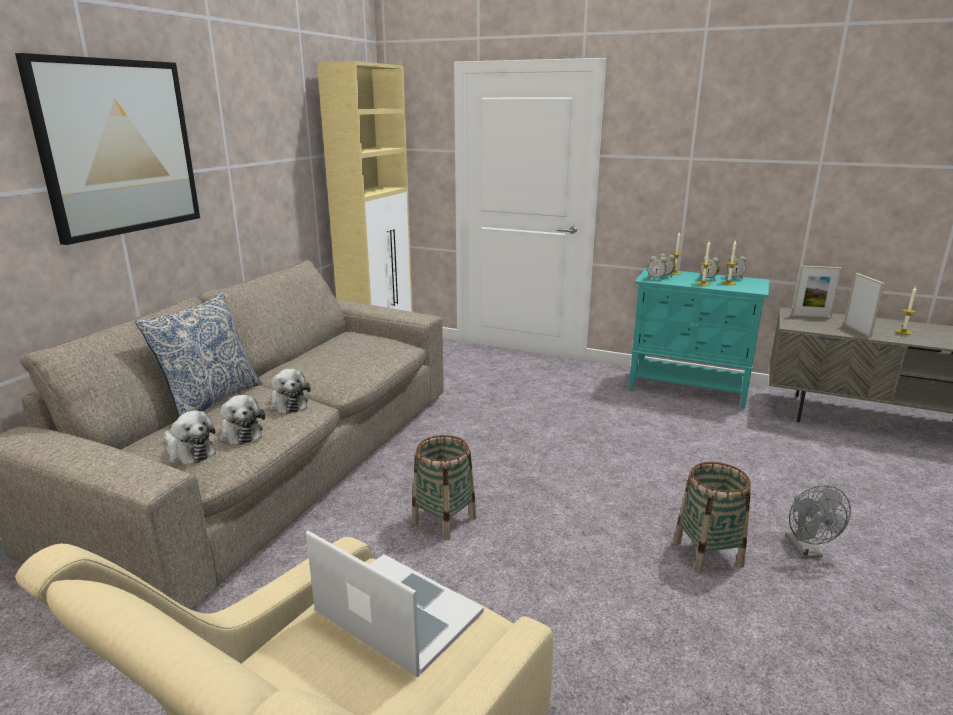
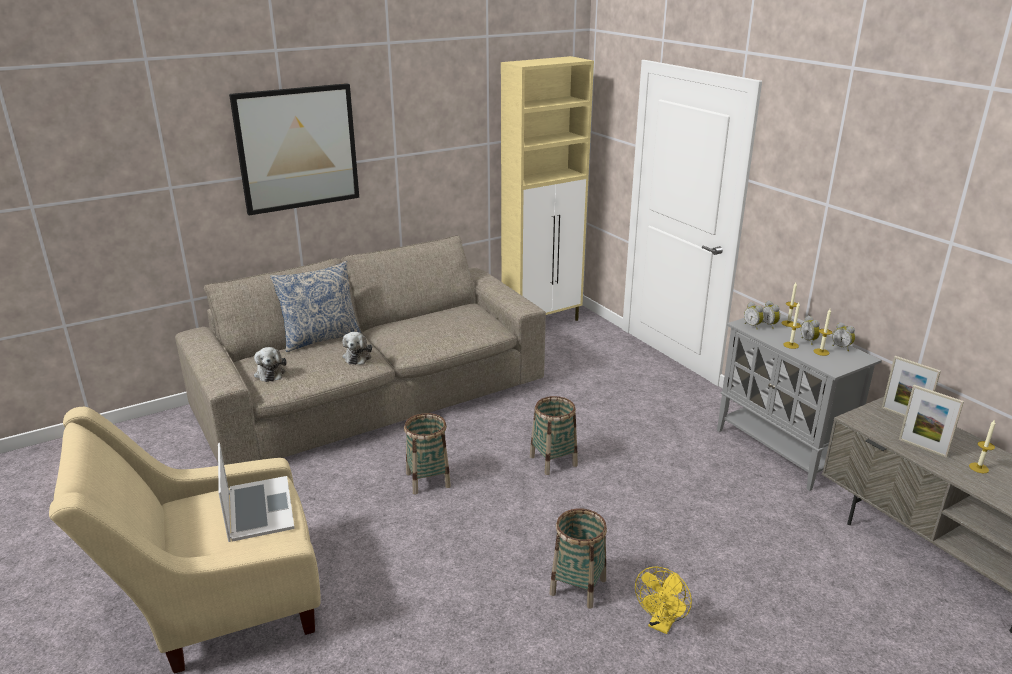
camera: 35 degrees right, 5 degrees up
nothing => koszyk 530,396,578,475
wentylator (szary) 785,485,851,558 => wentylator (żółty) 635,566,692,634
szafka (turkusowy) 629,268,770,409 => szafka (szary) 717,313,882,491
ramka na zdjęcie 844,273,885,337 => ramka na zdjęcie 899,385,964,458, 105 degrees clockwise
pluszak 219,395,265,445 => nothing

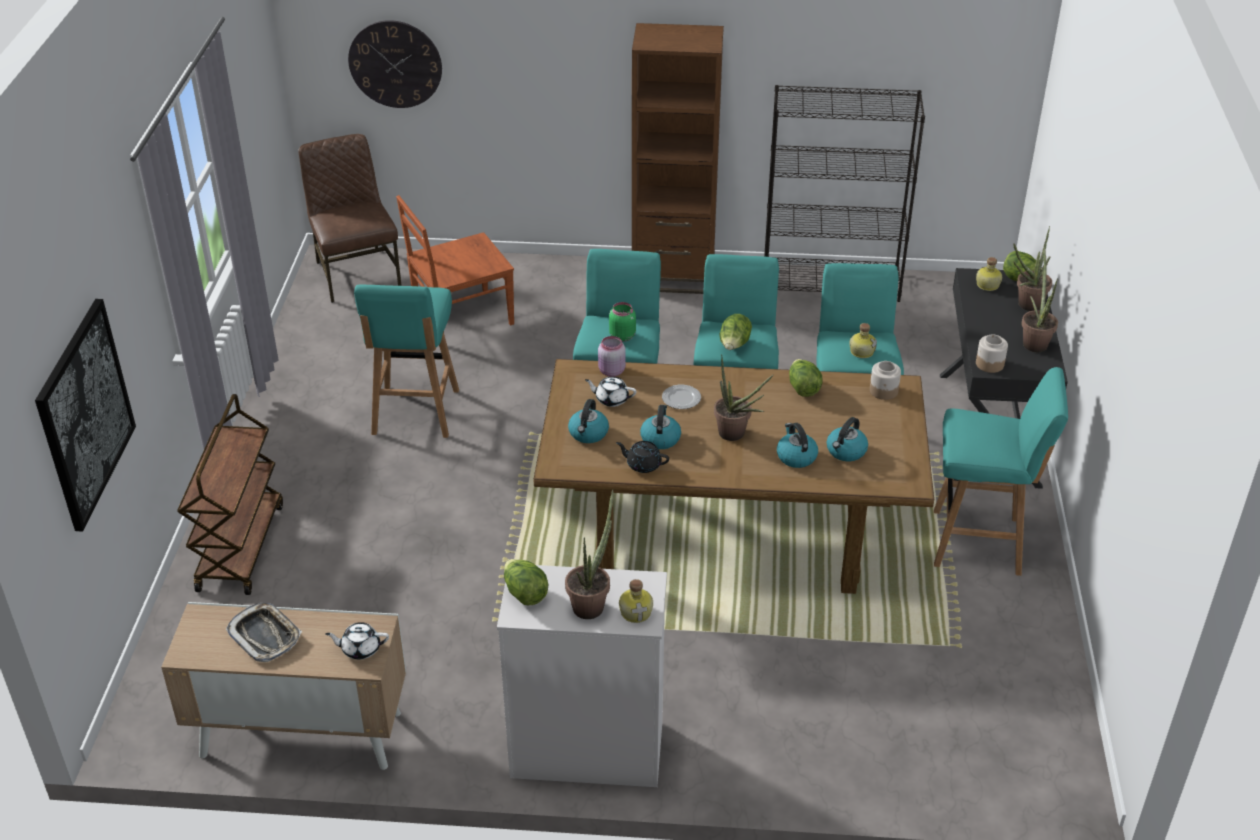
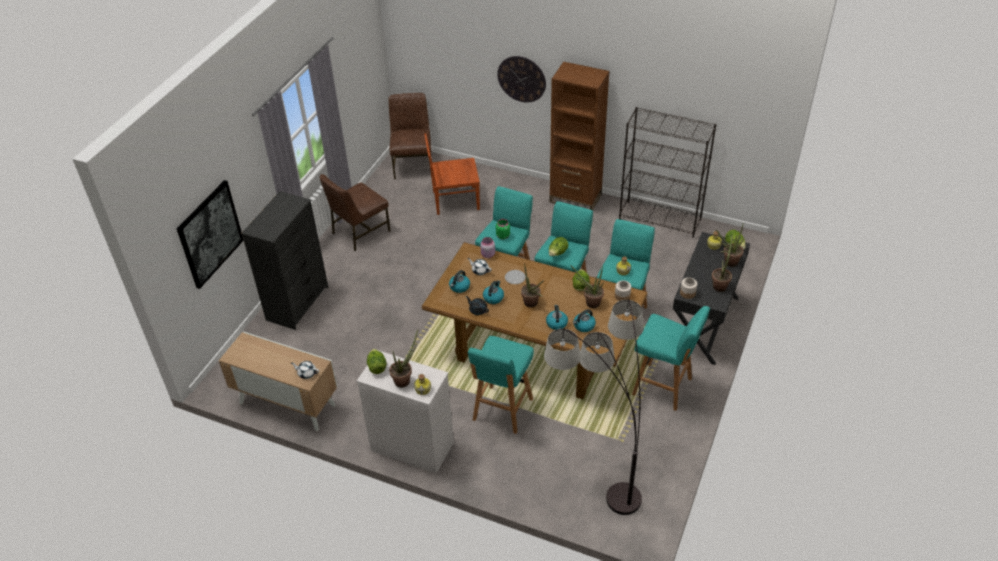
camera: 20 degrees right, 5 degrees up
wózek (brązowy) 177,394,283,595 => komoda (czarny) 241,191,328,330
nothing => krzesło (brązowy) 320,174,391,251
stołek (turkusowy) 354,285,459,438 => stołek (turkusowy) 468,336,534,434, shifted
zegar ścienny 348,20,442,108 => zegar ścienny 497,56,546,103, shifted
nothing => lampa stojąca 544,299,644,515
nothing => roślina doniczkowa 570,265,604,308
taca 226,603,302,662 => nothing

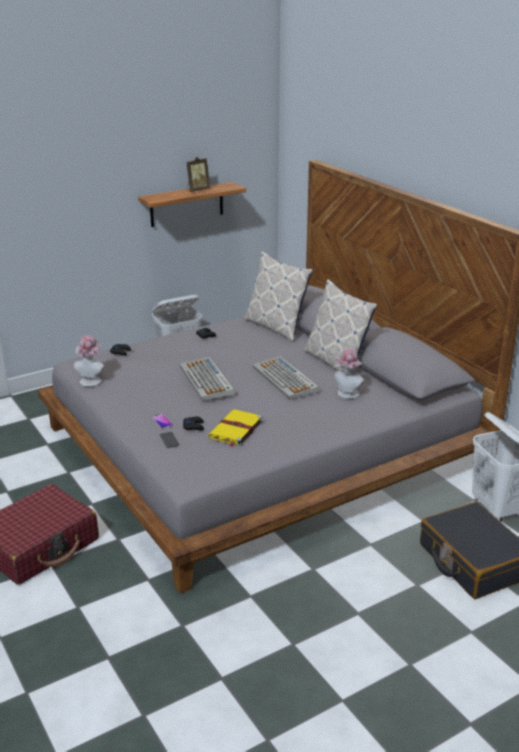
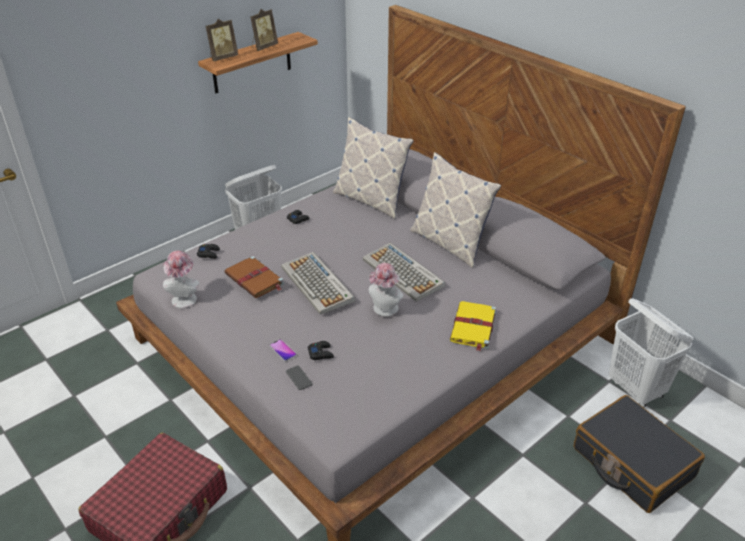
camera: 10 degrees left, 10 degrees up
nothing => ramka na zdjęcie 206,19,238,62
nothing => książka (brązowy) 224,256,284,298
kapelusz 335,349,364,399 => kapelusz 369,263,404,316, shifted
książka (żółty) 208,409,263,447 => książka (żółty) 450,301,496,351, shifted

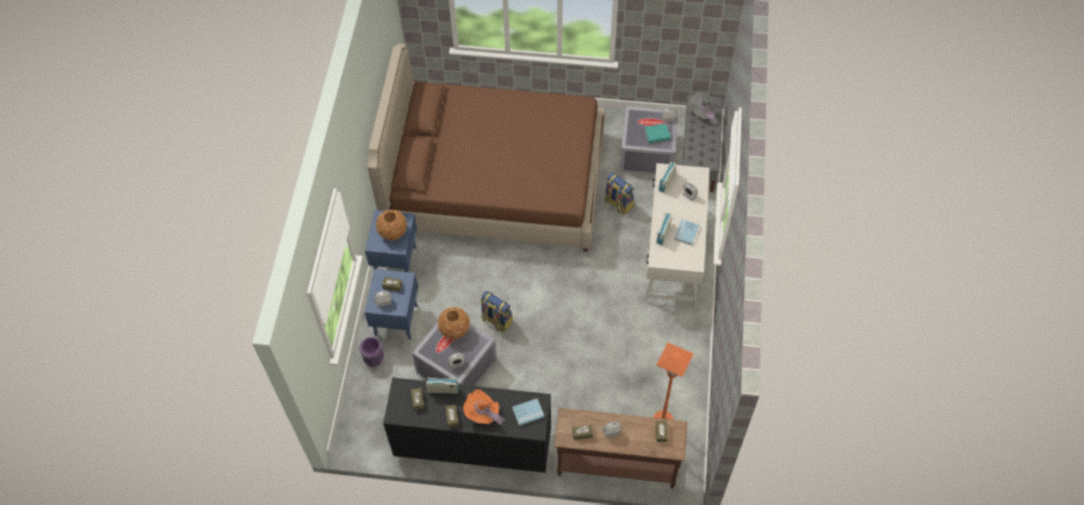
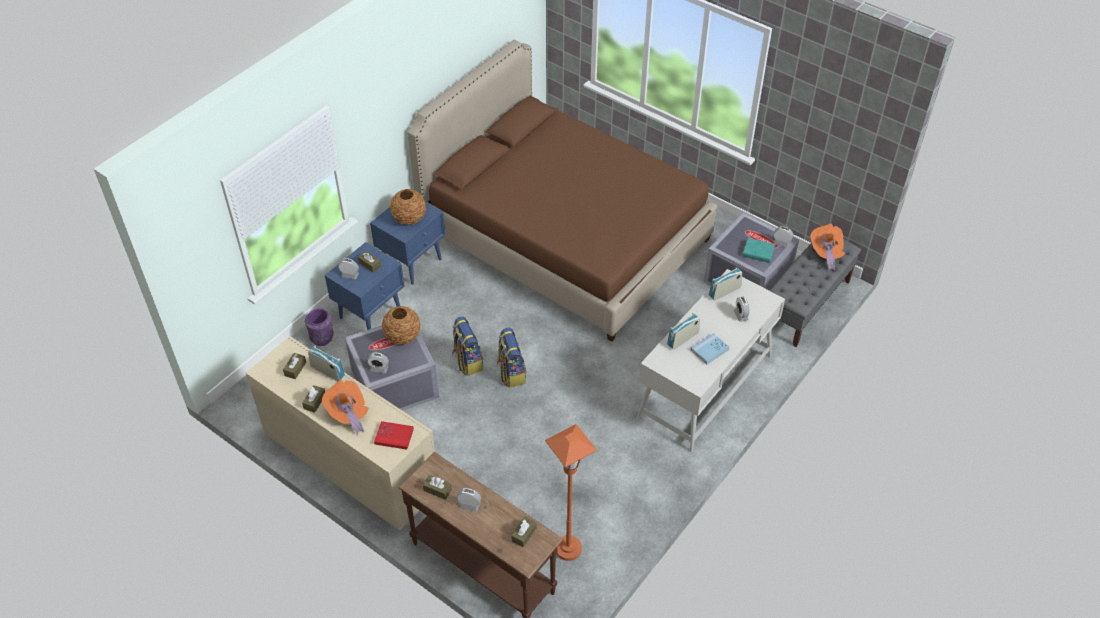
camera: 30 degrees right, 10 degrees down
komoda (czarny) 383,378,551,473 => komoda (beżowy) 246,336,435,531
książka (niebieski) 513,399,544,426 => książka (czerwony) 374,421,414,450
plecak 604,172,634,215 => plecak 497,328,527,388, shifted
kapelusz (szary) 689,90,718,126 => kapelusz (pomarańczowy) 810,224,845,271

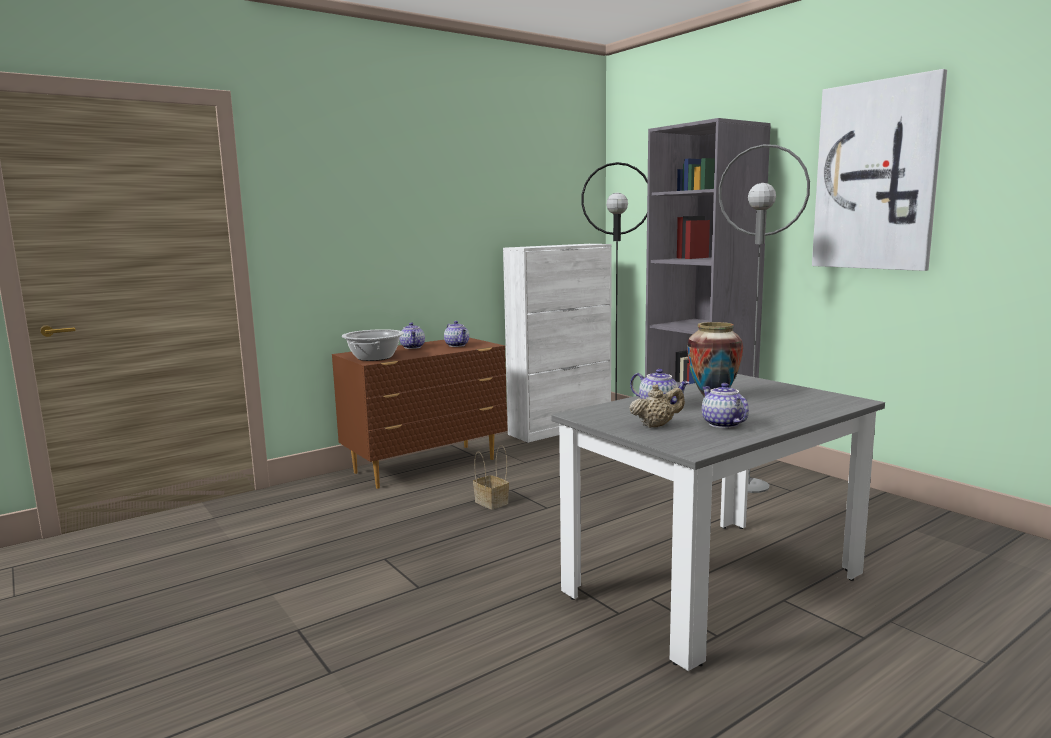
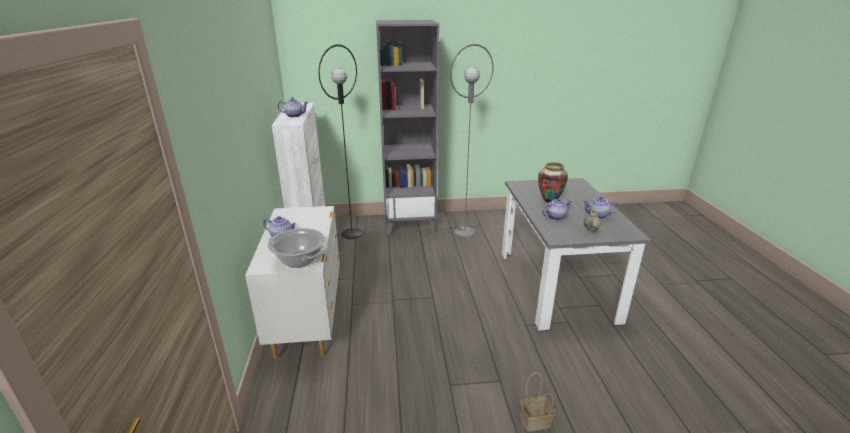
camera: 60 degrees left, 15 degrees up
komoda (brązowy) 332,338,508,489 => komoda (biały) 245,206,340,360
imbryk 444,321,469,347 => imbryk 278,97,309,117, shifted
koszyk 473,445,509,510 => koszyk 520,372,555,432, shifted
obraz 812,69,947,271 => nothing

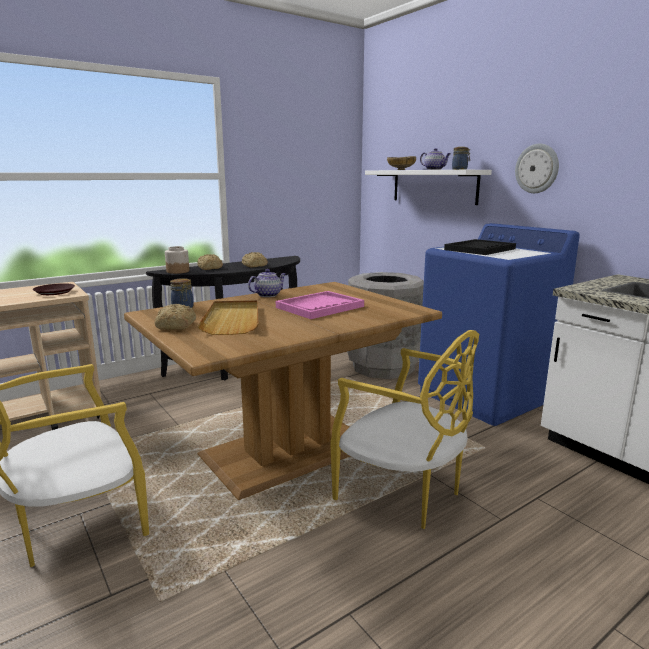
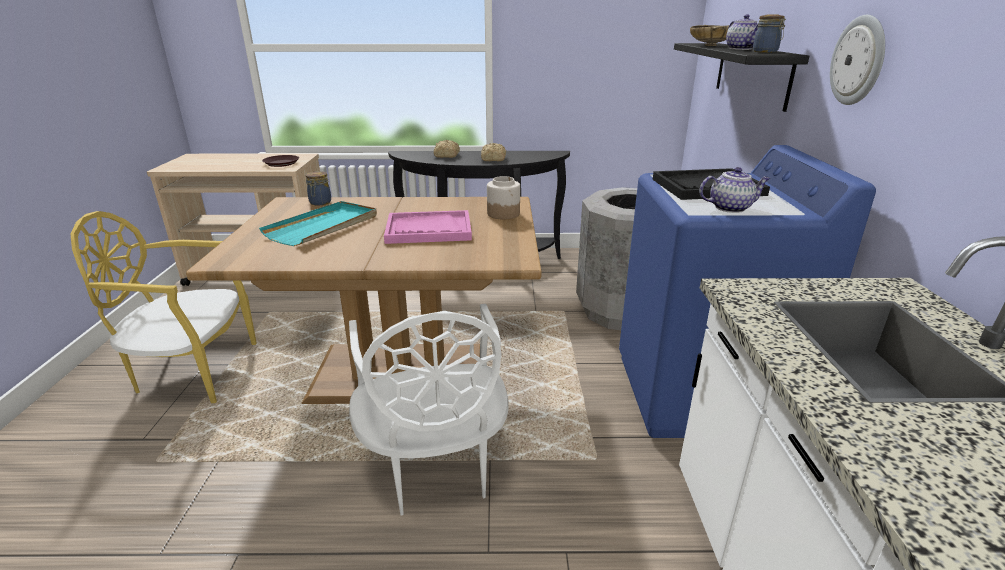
camera: 35 degrees right, 10 degrees up
taca (beżowy) 197,300,258,335 => taca (turkusowy) 259,201,377,246
krzesło (żółty) 330,330,479,529 => krzesło (biały) 349,304,509,516
słoik 165,246,189,274 => słoik 487,176,520,219, shifted
półka (biały) 365,170,492,205 => półka (czarny) 674,43,809,112
imbryk 248,269,286,297 => imbryk 699,167,770,213, shifted
chleb 155,304,196,330 => nothing

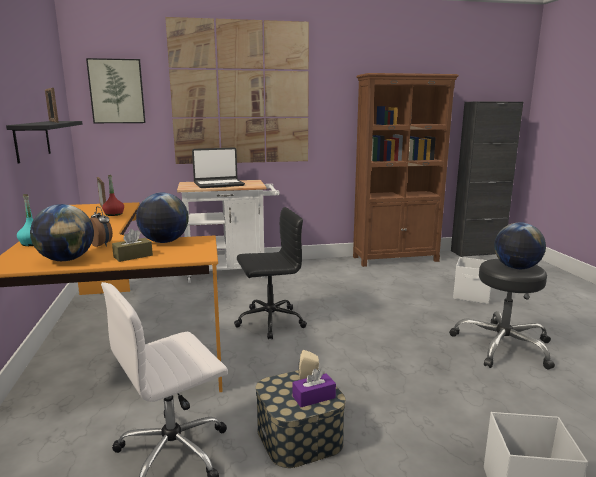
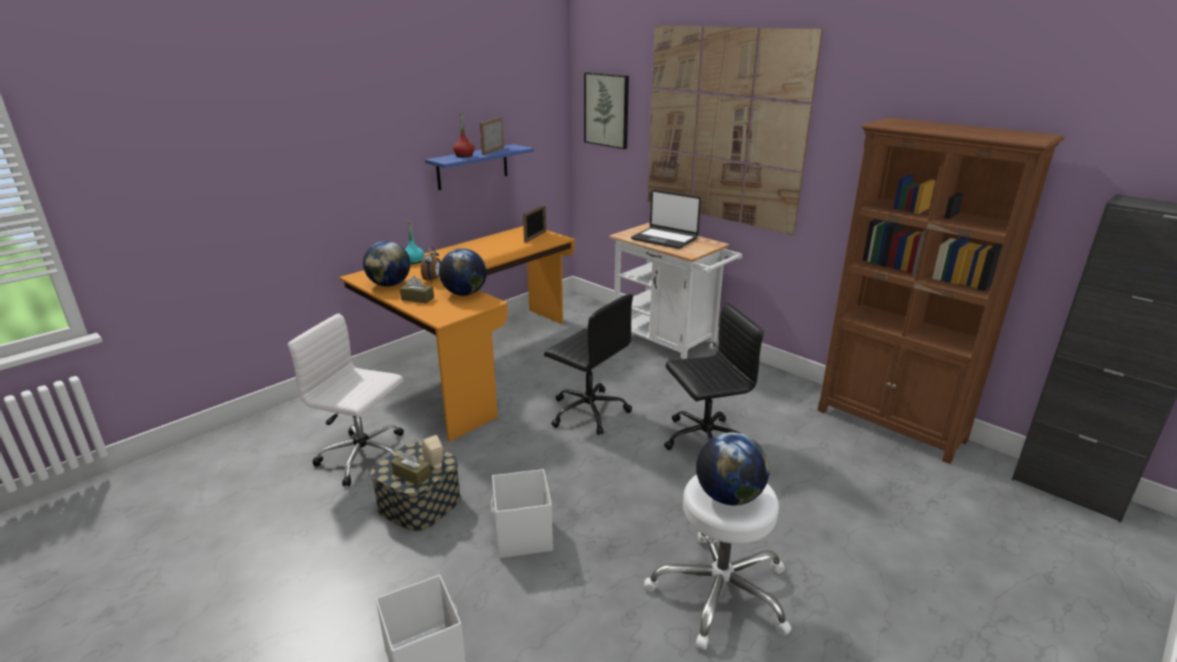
camera: 55 degrees right, 10 degrees up
pudełko chusteczek (fioletowy) 292,369,336,407 => pudełko chusteczek (brązowy) 391,451,431,486
półka (czarny) 6,121,83,163 => półka (niebieski) 425,144,534,190
butelka (czerwony) 102,175,124,216 => butelka (czerwony) 453,114,474,157, shifted
pojemnik do przechowywania (biały) 453,257,491,304 => pojemnik do przechowywania (biały) 491,469,553,558, shifted
stołek (czarny) 449,259,555,370 => stołek (biały) 644,475,791,650
nothing => krzesło biurowe (czarny) 664,303,764,450

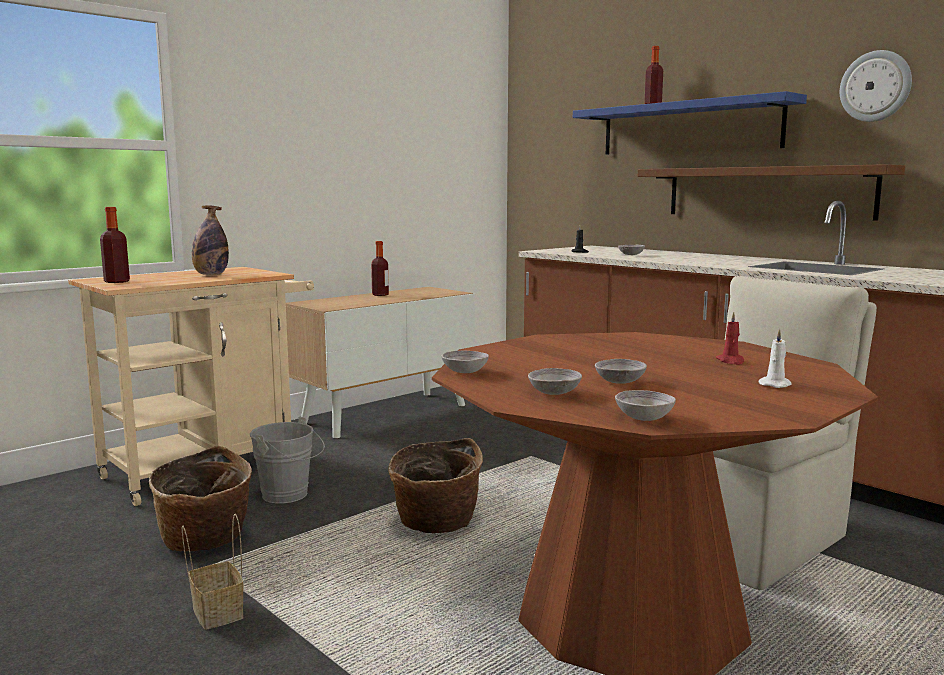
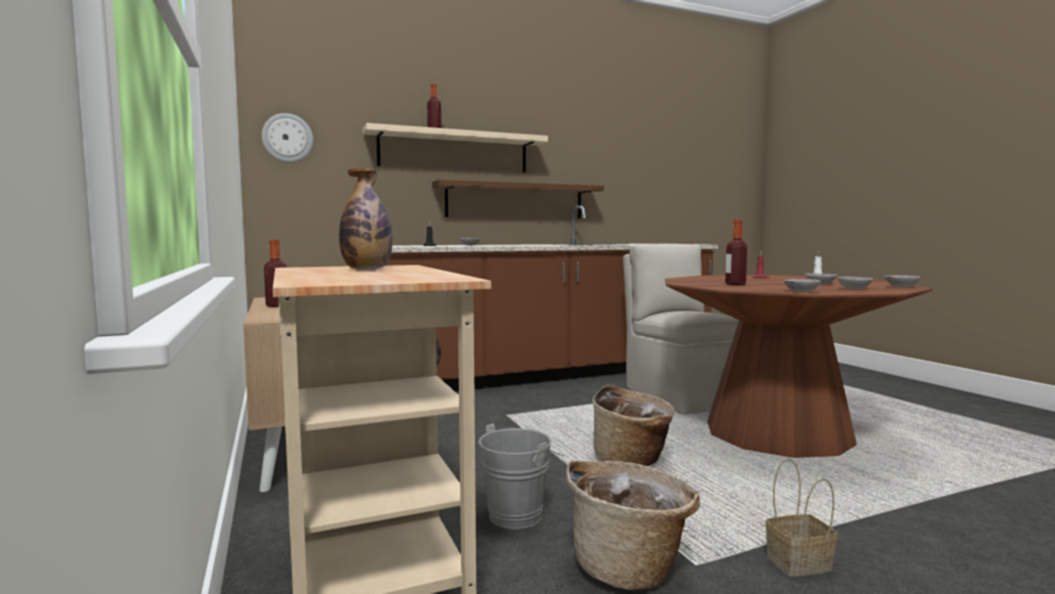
camera: 70 degrees left, 5 degrees down
zegar ścienny 840,50,912,122 => zegar ścienny 261,113,313,162, shifted
półka (niebieski) 573,91,807,155 => półka (beżowy) 362,123,548,173
butelka 100,207,130,283 => butelka 725,220,748,285, shifted

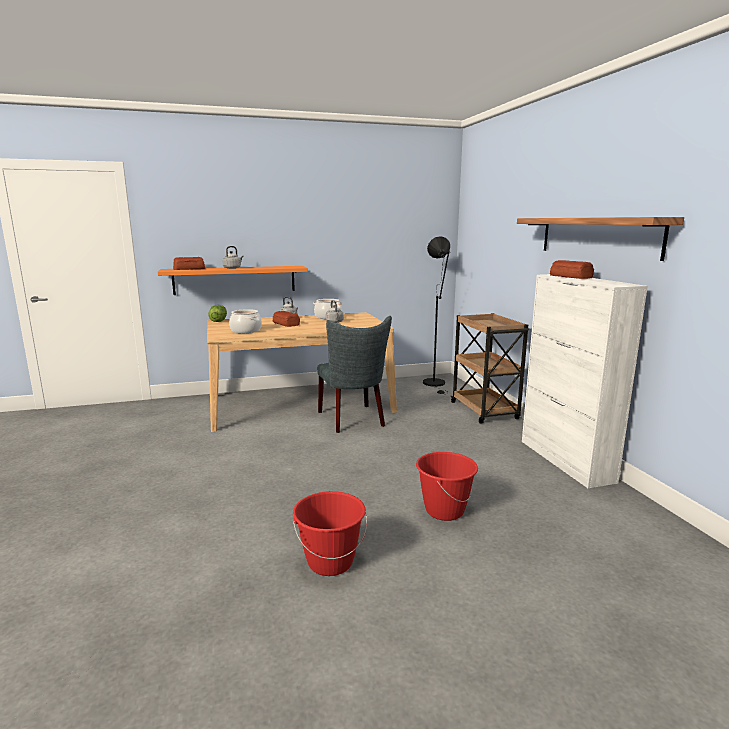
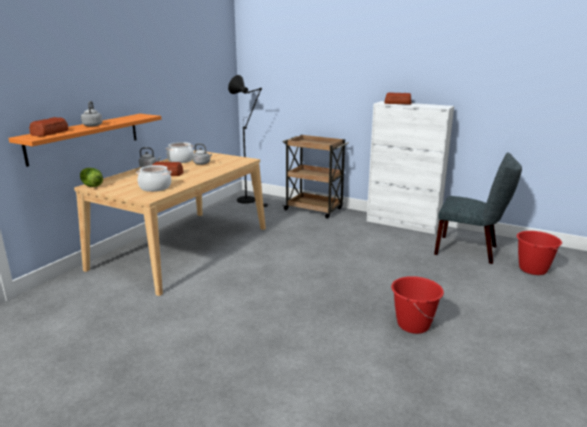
camera: 45 degrees left, 5 degrees up
krzesło (szary) 317,316,392,433 => krzesło (szary) 434,152,522,264, shifted
wiadro (czerwony) 416,452,478,521 => wiadro (czerwony) 517,231,562,275, shifted
półka 517,217,684,261 => nothing

